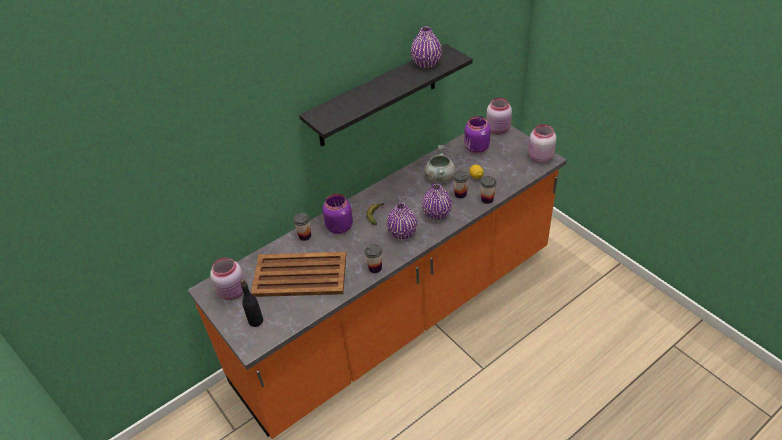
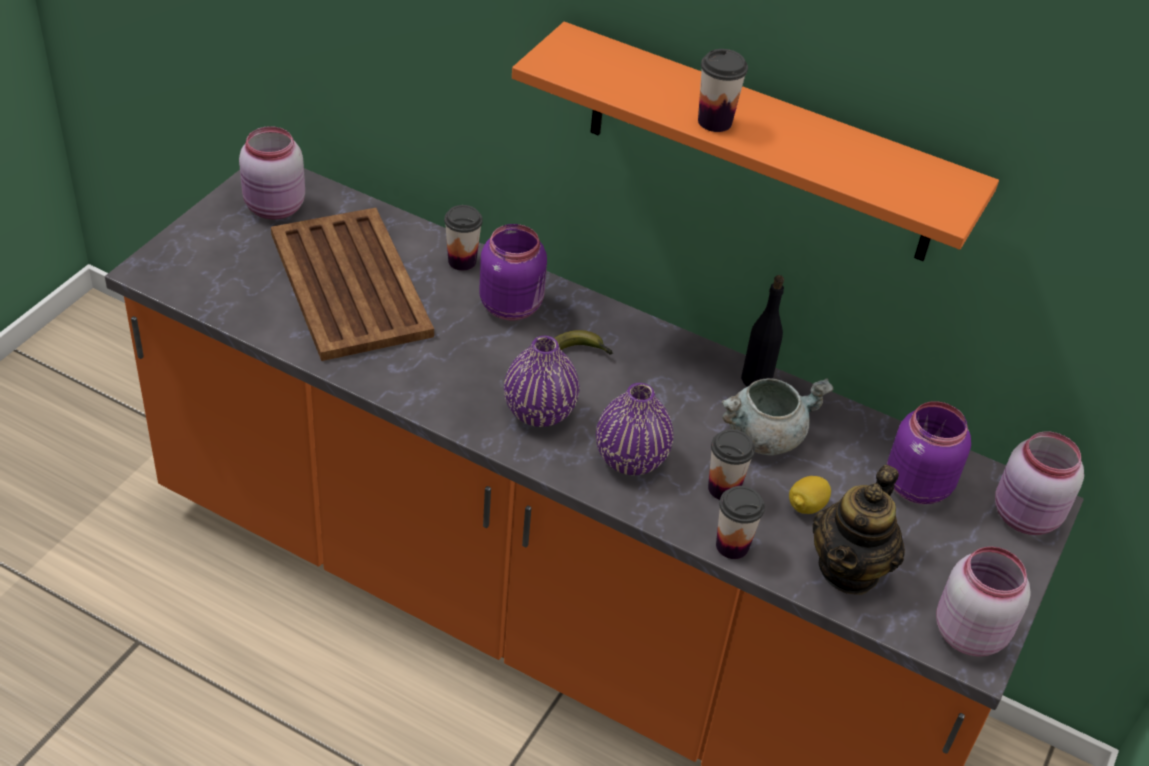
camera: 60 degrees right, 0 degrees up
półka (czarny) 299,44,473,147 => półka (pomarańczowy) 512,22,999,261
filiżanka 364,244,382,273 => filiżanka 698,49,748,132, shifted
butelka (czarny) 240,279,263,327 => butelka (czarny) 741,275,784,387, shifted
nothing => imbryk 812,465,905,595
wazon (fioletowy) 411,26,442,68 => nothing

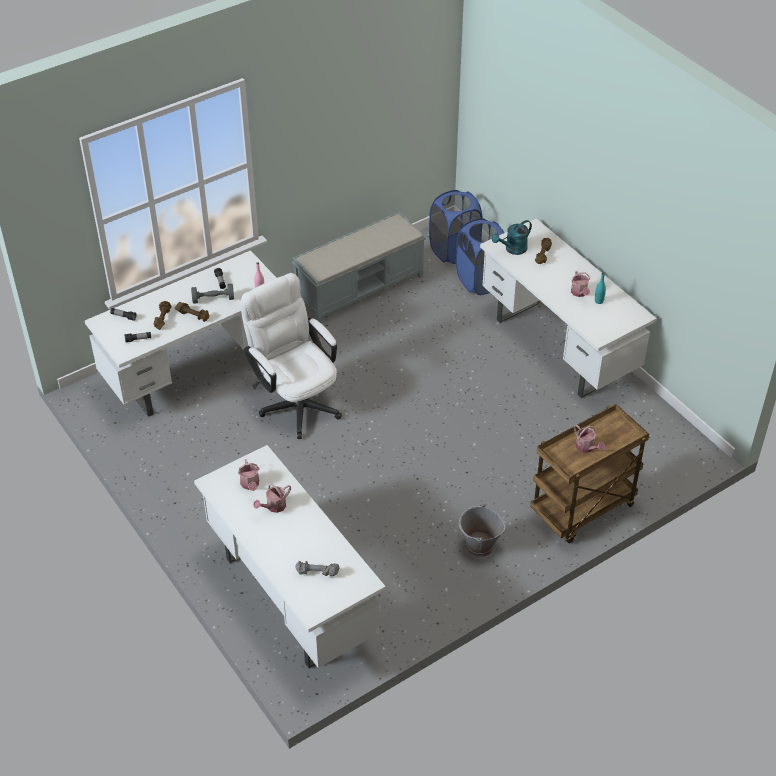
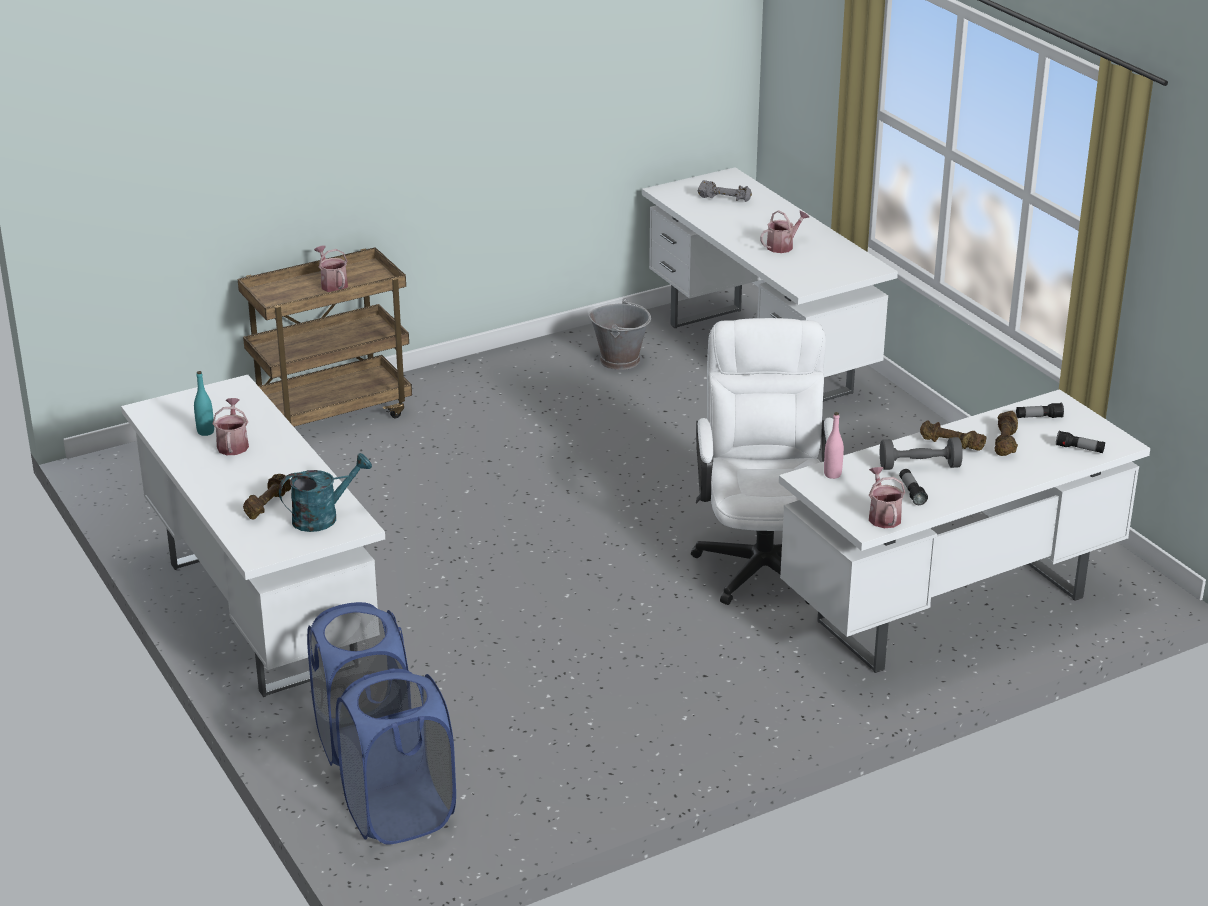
camera: 175 degrees left, 15 degrees down
wiadro (szary) 459,504,505,557 => wiadro (szary) 588,298,651,370, shifted
krzesło biurowe (biały) 241,273,342,439 => krzesło biurowe (biały) 691,318,833,605, 150 degrees counterclockwise
konewka 238,459,259,491 => konewka 869,467,905,528, shifted
ławka (szary) 292,212,426,323 => nothing

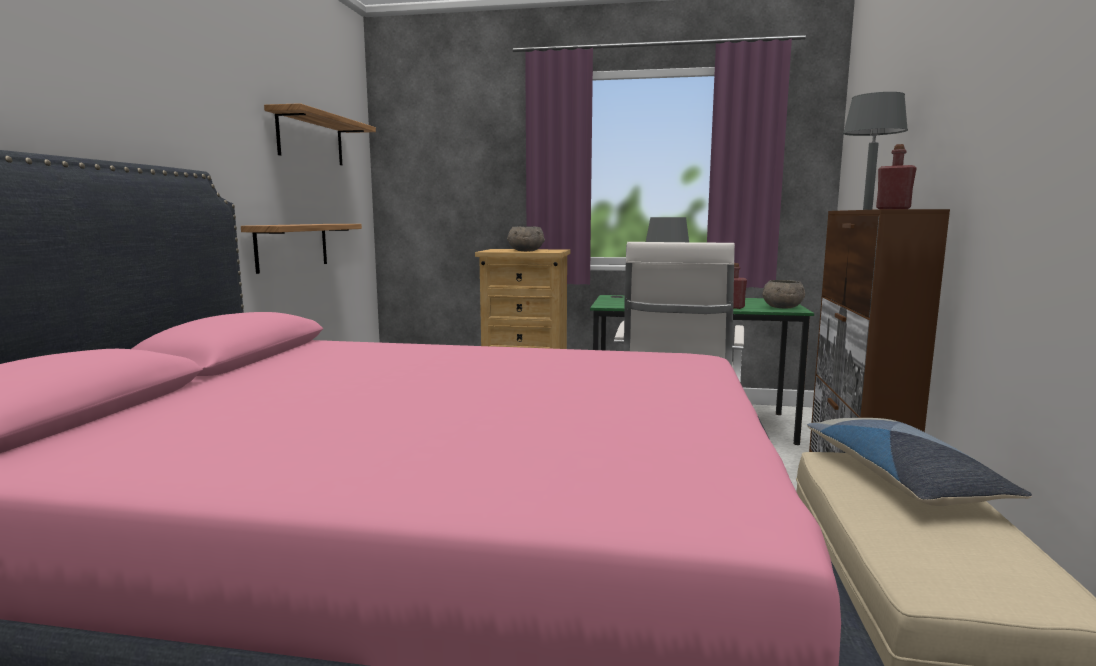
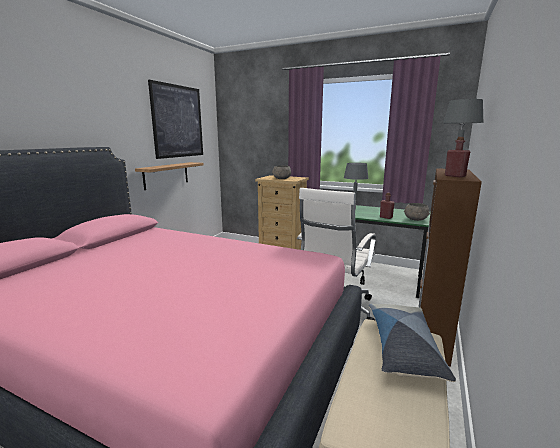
camera: 15 degrees right, 5 degrees up
półka 264,103,376,165 => obraz 148,80,203,159

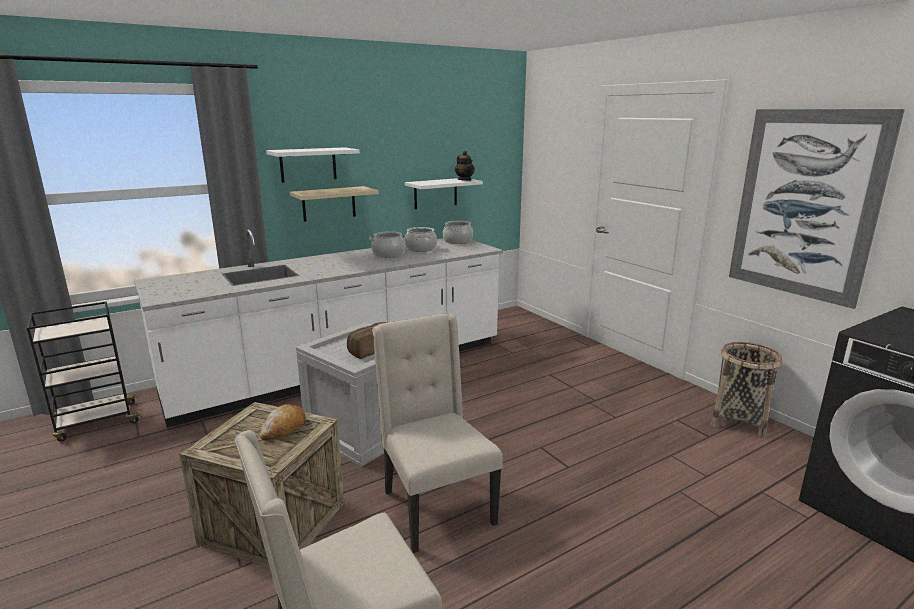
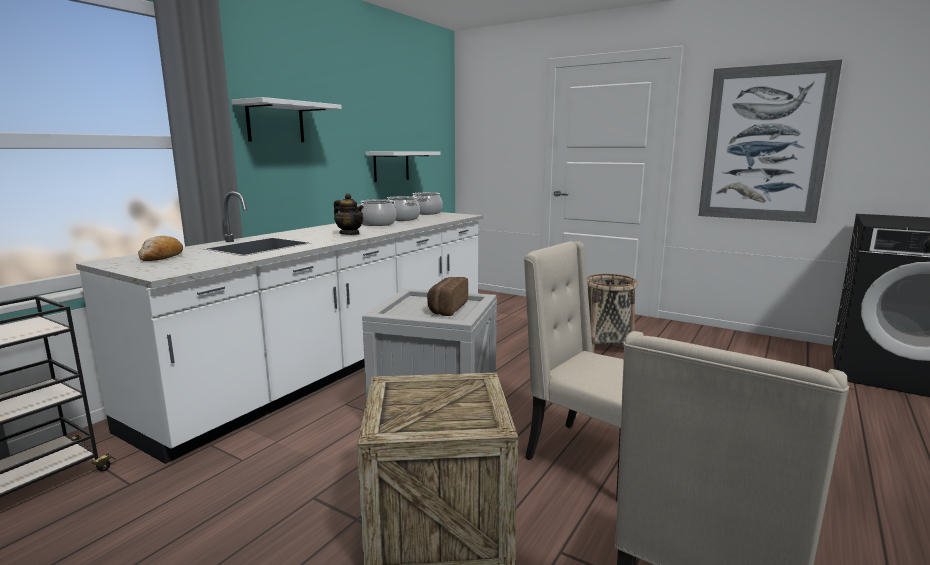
camera: 25 degrees left, 5 degrees down
chleb 260,404,305,440 => chleb 138,236,183,261, shifted
imbryk 455,151,475,181 => imbryk 334,193,364,235, shifted
koszyk 710,342,783,438 => koszyk 587,274,638,353, shifted
półka (beżowy) 290,186,379,222 => nothing

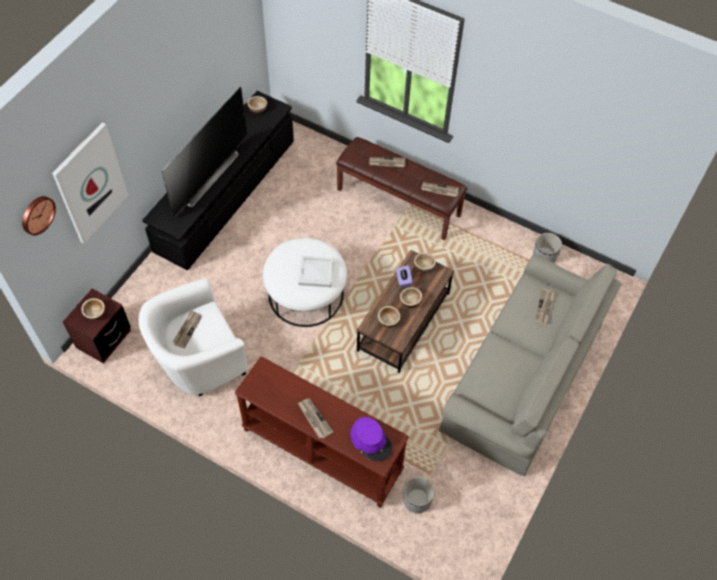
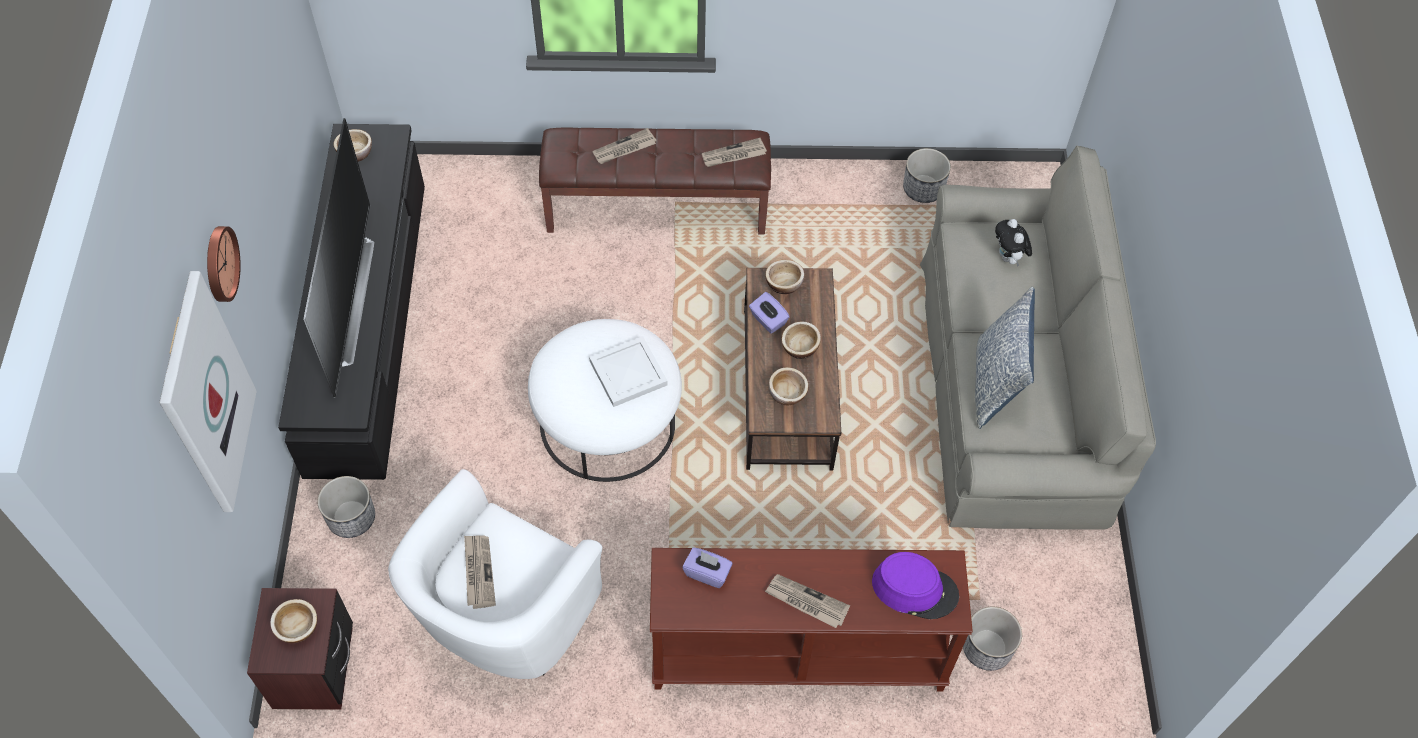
camera: 30 degrees left, 0 degrees up
zegar ścienny 22,196,56,236 => zegar ścienny 207,226,241,302, shifted
nothing => donica 318,476,375,538
nothing => pudełko chusteczek (fioletowy) 682,547,732,588
nothing => poduszka 975,287,1035,429
gazeta 535,288,556,324 => pluszak 995,219,1032,267

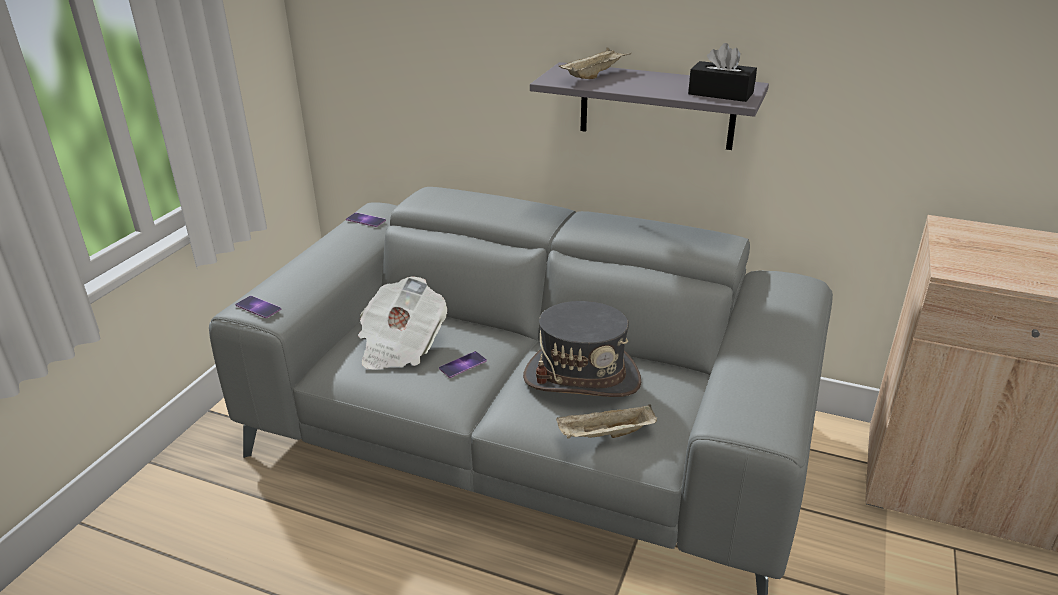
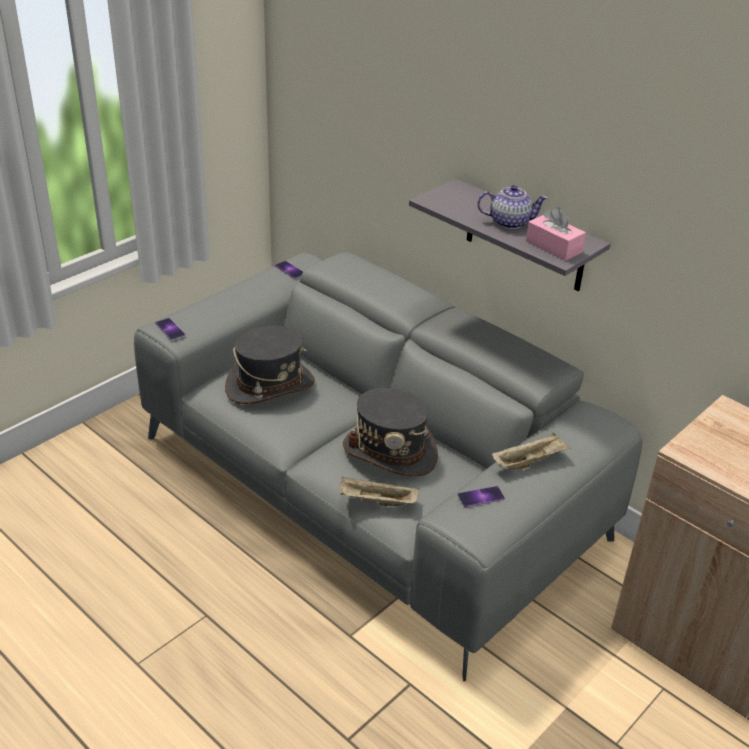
camera: 20 degrees right, 5 degrees up
gazeta 358,276,447,370 => kapelusz (szary) 225,326,315,404
telefon 439,351,487,378 => telefon 458,486,505,507, shifted
nothing => imbryk 477,185,548,229
taca (beżowy) 559,47,631,79 => taca (beżowy) 492,433,571,469, shifted
pudełko chusteczek (czarny) 688,43,757,102 => pudełko chusteczek (różowy) 526,207,586,261

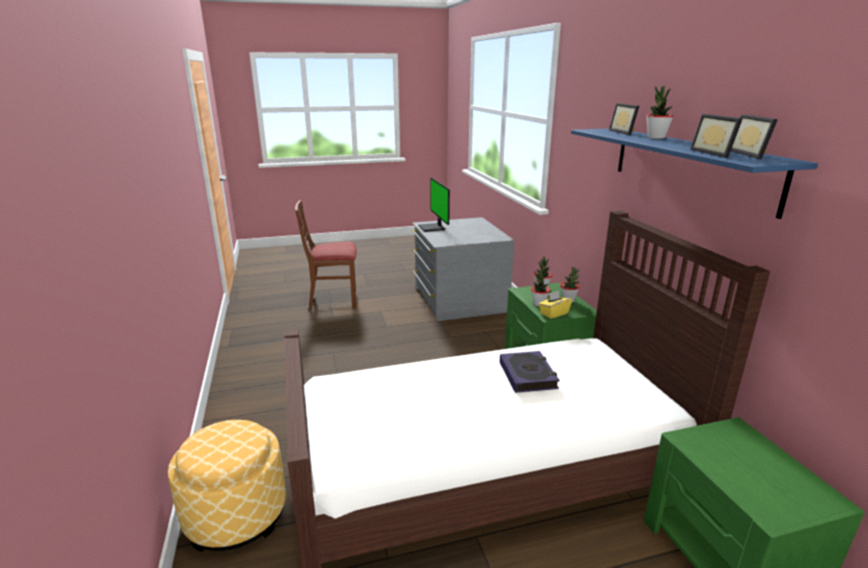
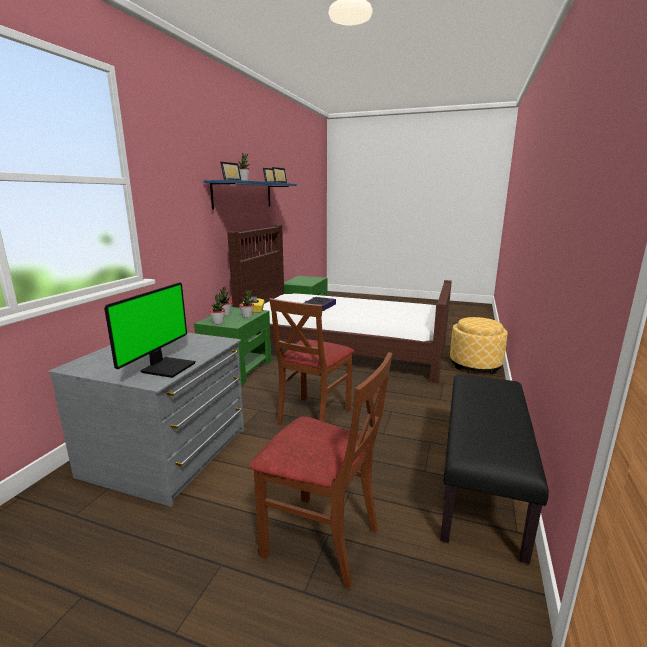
camera: 145 degrees left, 5 degrees down
nothing => krzesło (brązowy) 269,298,354,425
nothing => ławka (czarny) 441,374,549,564

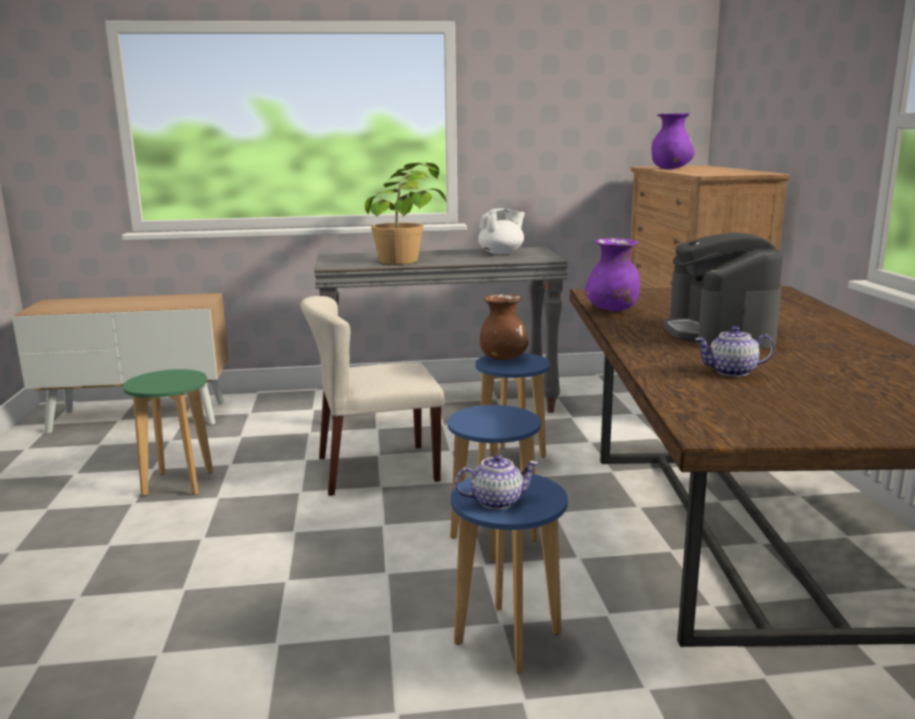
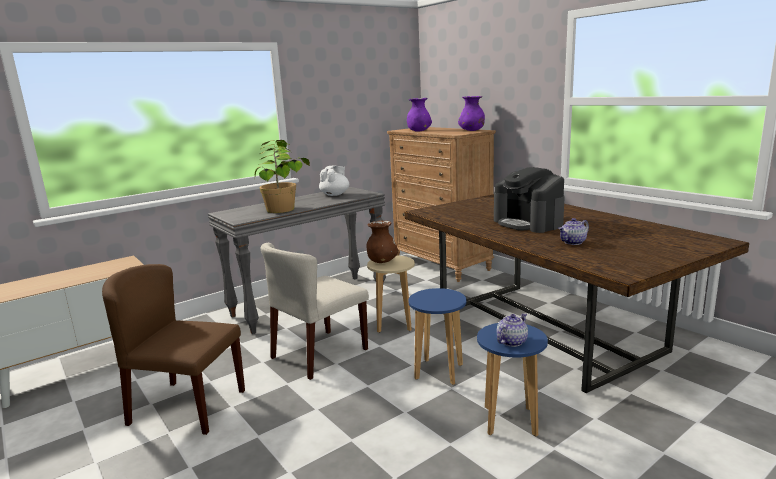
camera: 30 degrees left, 0 degrees up
stołek (zielony) 123,369,213,496 => krzesło (brązowy) 102,264,245,435
stołek (niebieski) 476,353,550,472 => stołek (beżowy) 367,255,415,333
wazon (fioletowy) 585,238,640,311 => wazon (fioletowy) 458,96,485,131, shifted

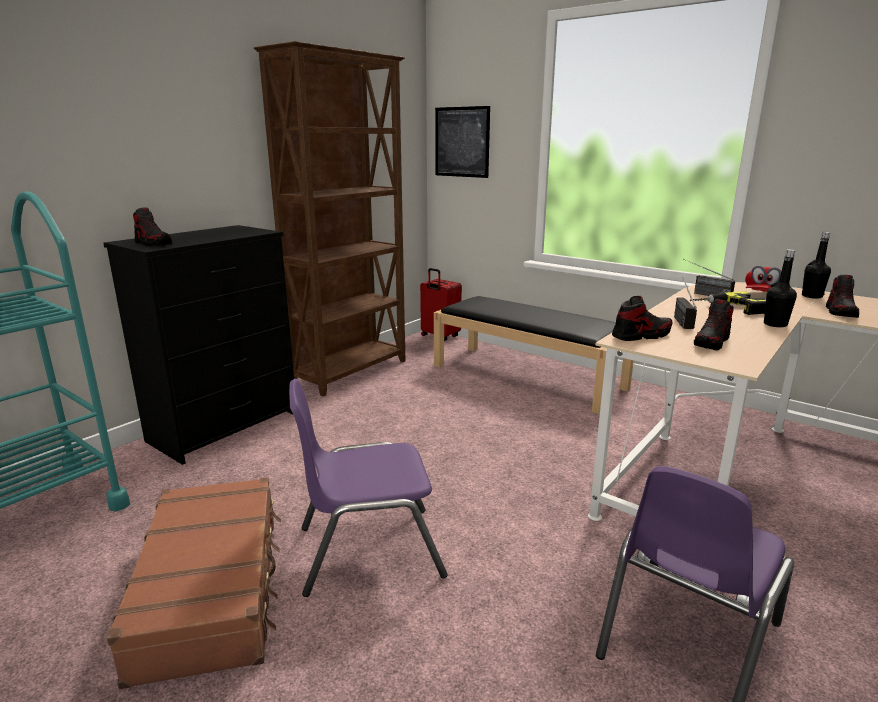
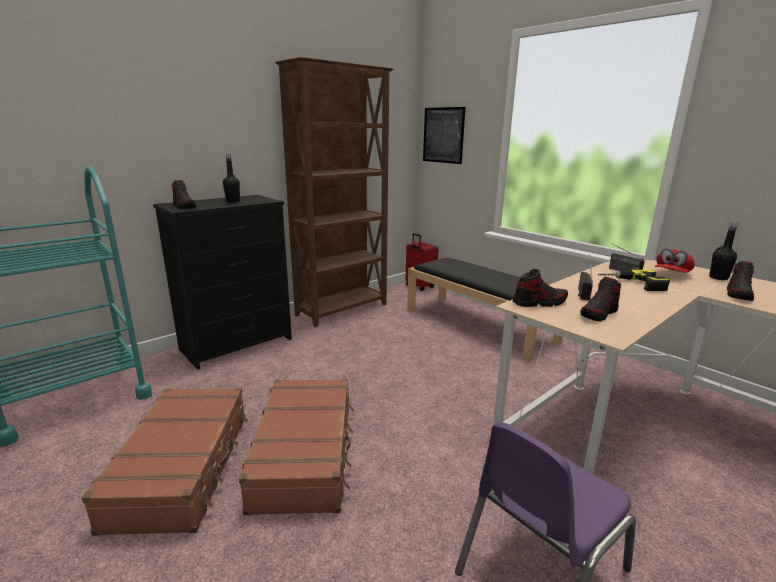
camera: 10 degrees right, 0 degrees up
butelka (czarny) 764,249,797,327 => butelka (czarny) 223,154,240,203, shifted
krzesło (fioletowy) 289,379,448,597 => walizka (brązowy) 239,378,354,515

